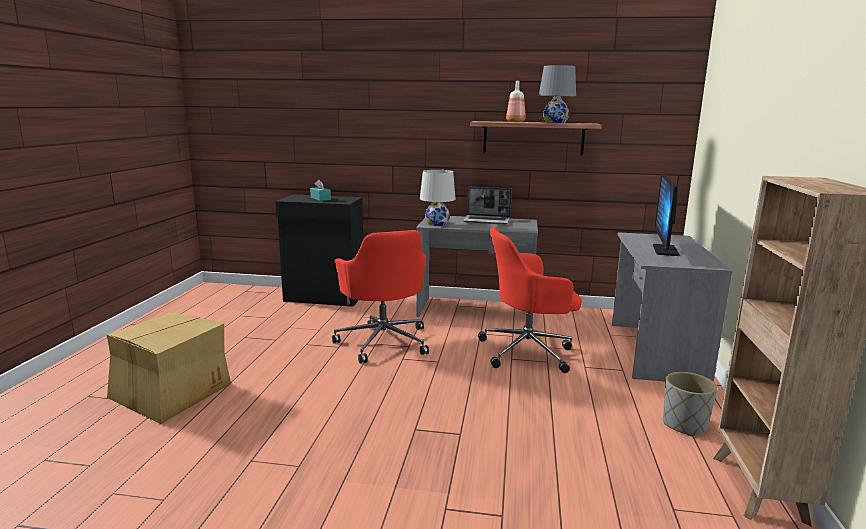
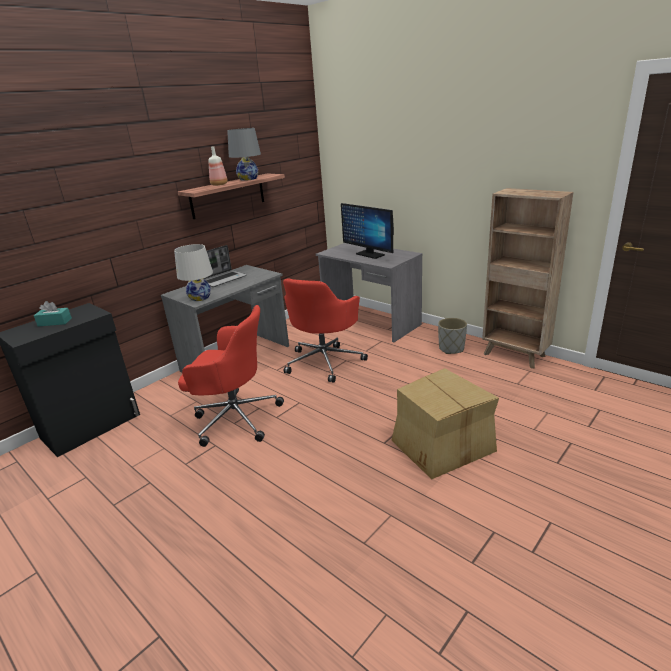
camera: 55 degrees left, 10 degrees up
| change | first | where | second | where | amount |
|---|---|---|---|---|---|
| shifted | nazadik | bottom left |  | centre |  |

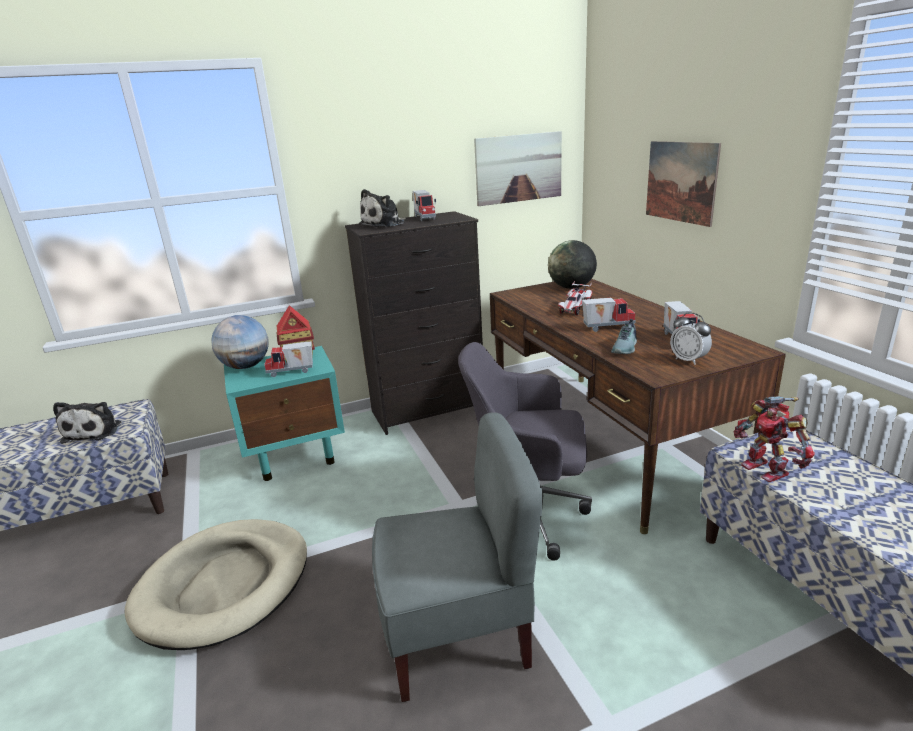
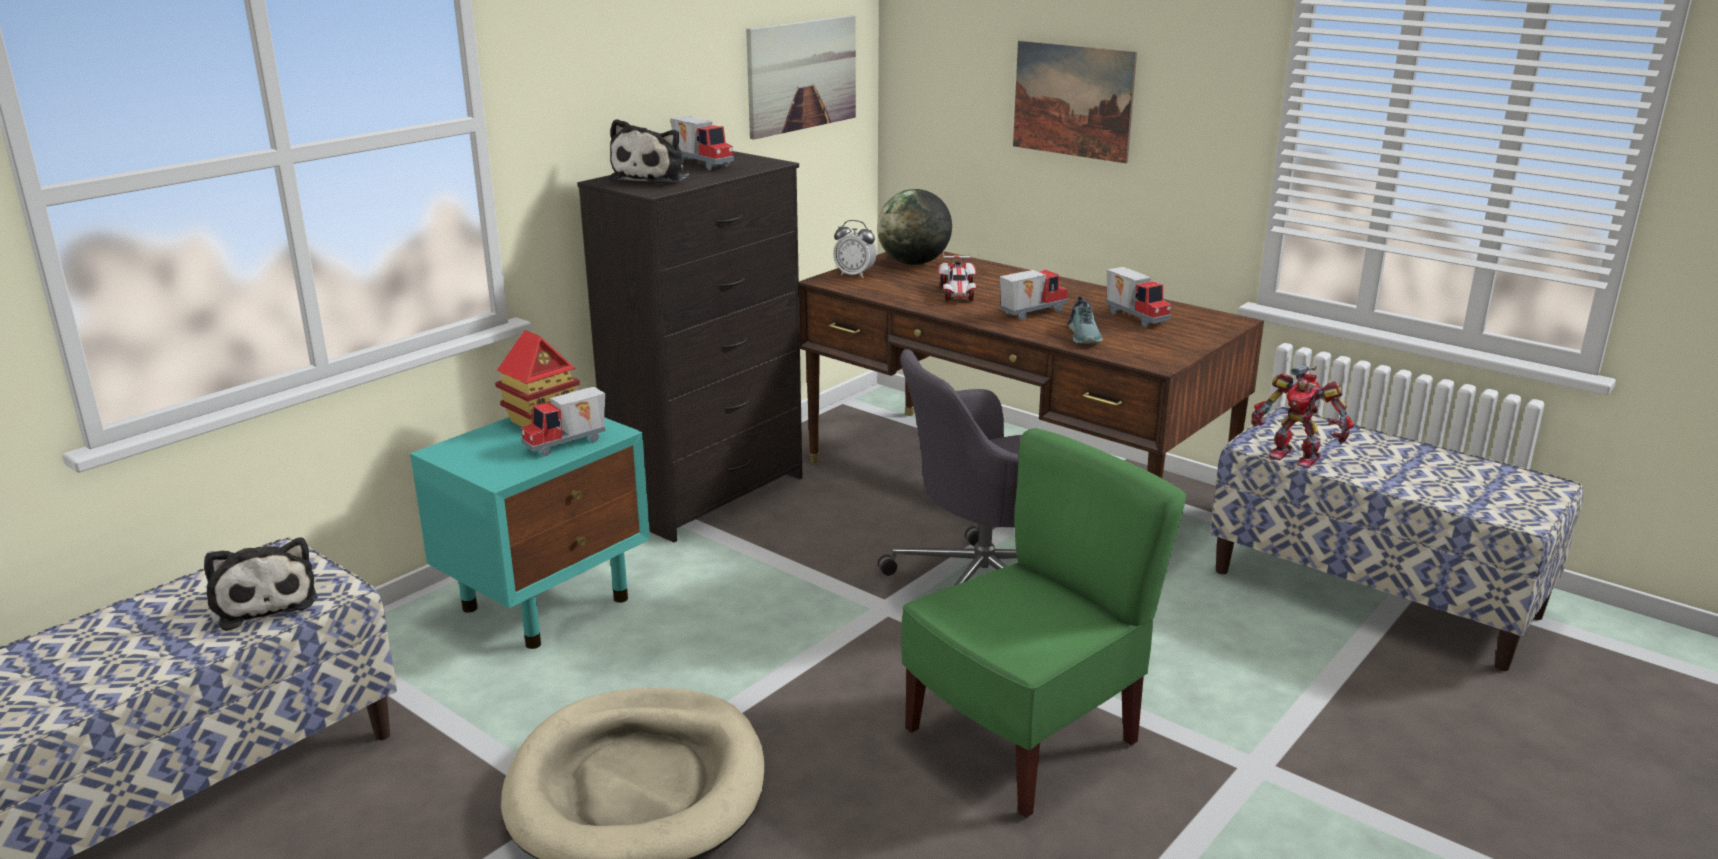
camera: 30 degrees left, 0 degrees up
| change | first | where | second | where | amount |
|---|---|---|---|---|---|
| shifted | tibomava | middle right |  | top centre |  |
| repainted | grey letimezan | bottom centre | green letimezan | bottom centre |  |
| gone | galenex (no. 1 from left) | middle left |  |  |  |

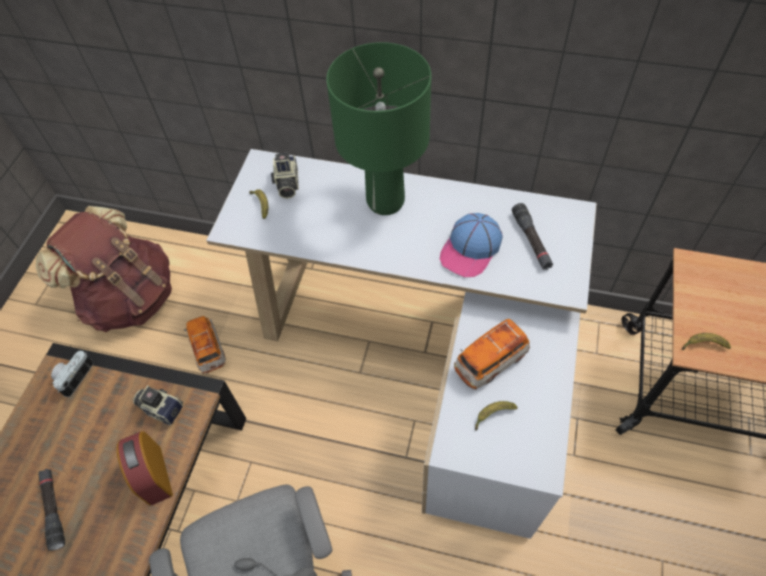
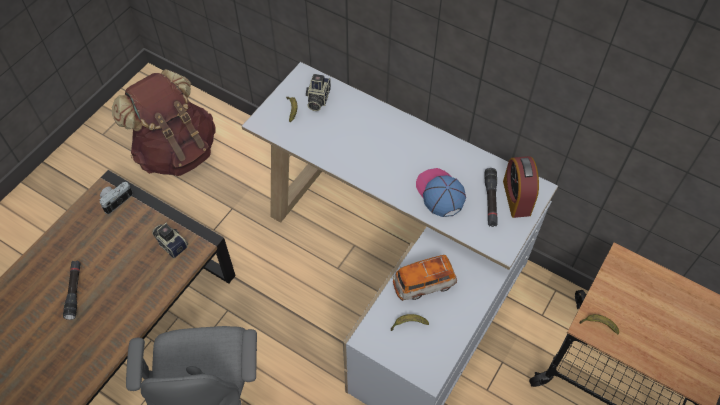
camera: 15 degrees right, 0 degrees up
| change | first | where | second | where | amount |
|---|---|---|---|---|---|
| rotated | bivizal | centre |  | centre | 105 degrees clockwise |
| shifted | tibomava | bottom left |  | middle right |  |
| gone | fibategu (no. 1 from left) | middle left |  |  |  |
| gone | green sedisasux | top centre |  |  |  |

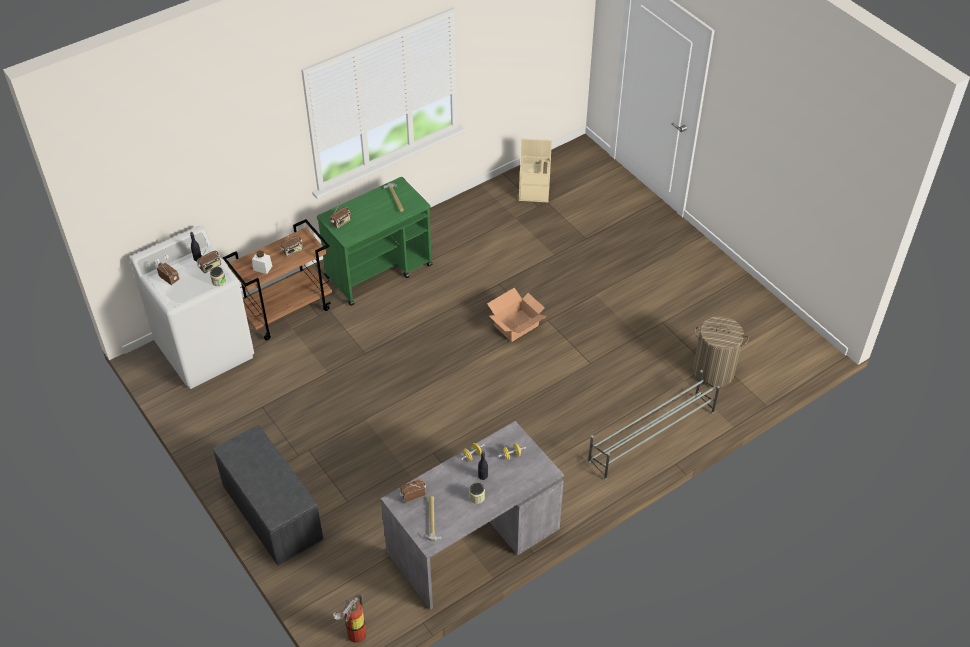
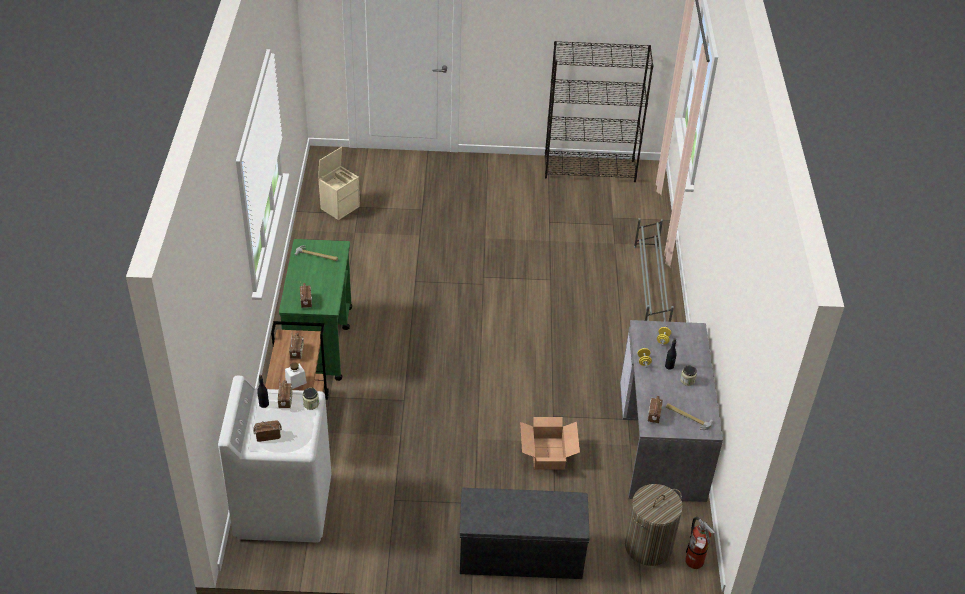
camera: 55 degrees left, 5 degrees down
| change | first | where | second | where | amount |
|---|---|---|---|---|---|
| shifted | nazadik | centre |  | bottom centre |  |
| new |  |  | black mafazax | top centre |  |
| shifted | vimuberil | middle right |  | bottom right |  |

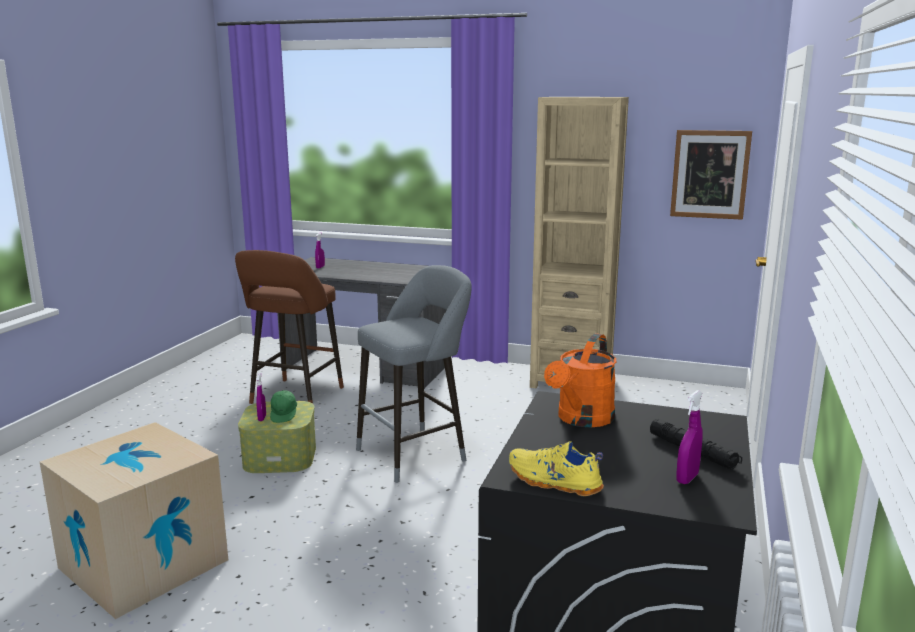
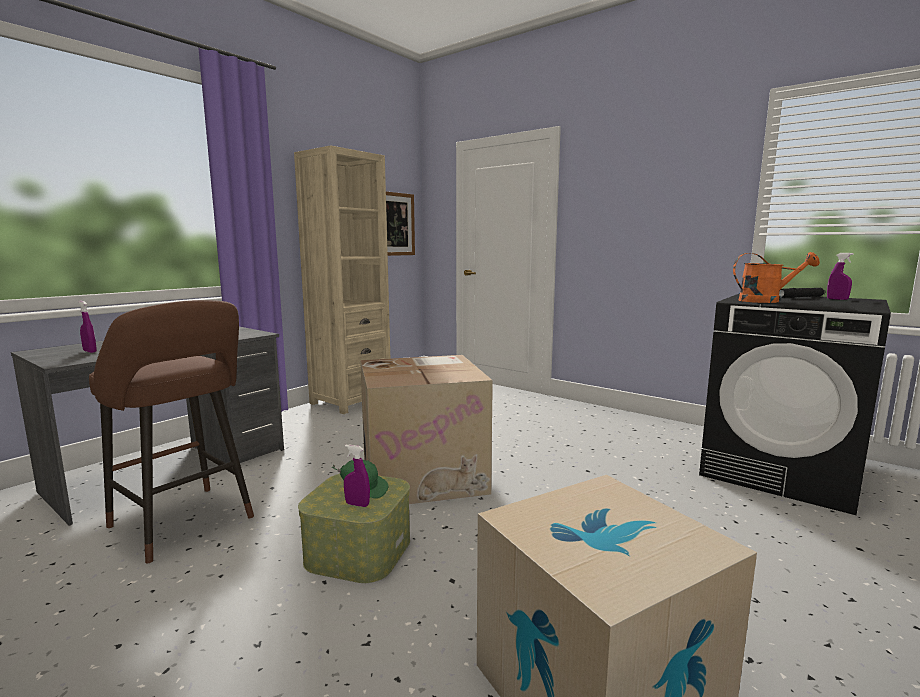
camera: 70 degrees left, 5 degrees down
| change | first | where | second | where | amount |
|---|---|---|---|---|---|
| swapped | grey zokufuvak | centre | nazadik (no. 1 from left) | centre |  |
| rotated | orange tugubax | centre |  | middle right | 45 degrees counterclockwise |
| gone | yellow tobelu | bottom centre |  |  |  |

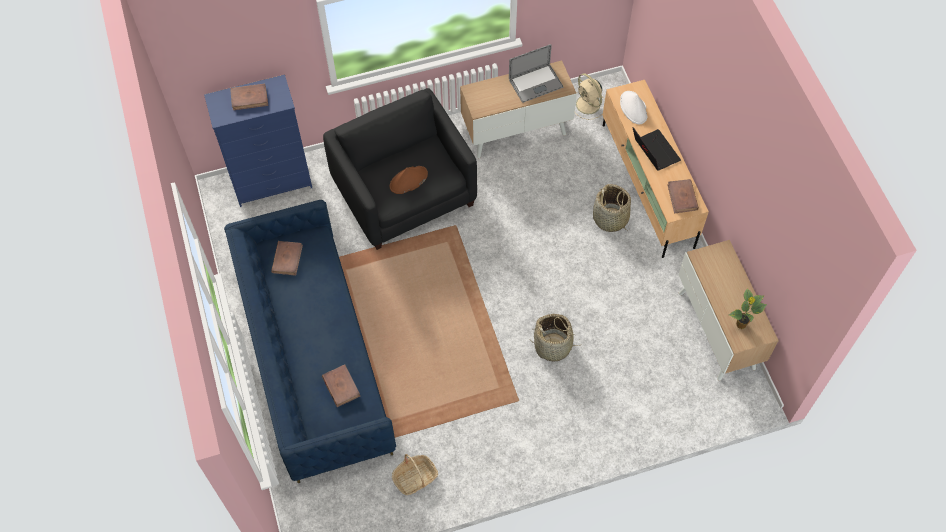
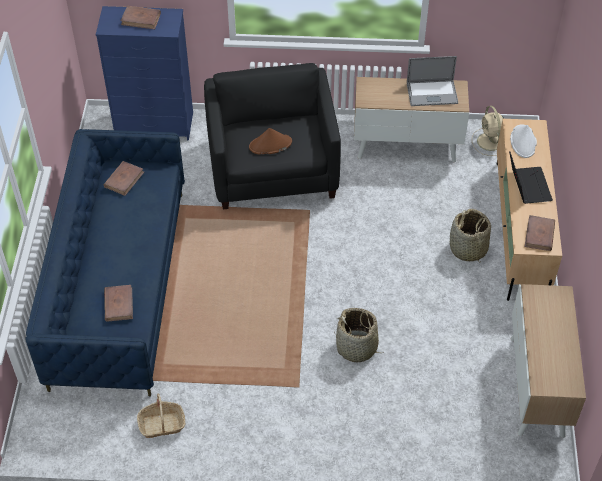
camera: 20 degrees right, 10 degrees down
| change | first | where | second | where | amount |
|---|---|---|---|---|---|
| gone | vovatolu | middle right |  |  |  |

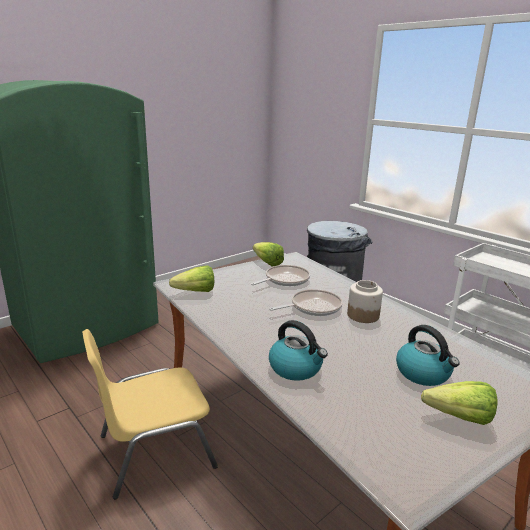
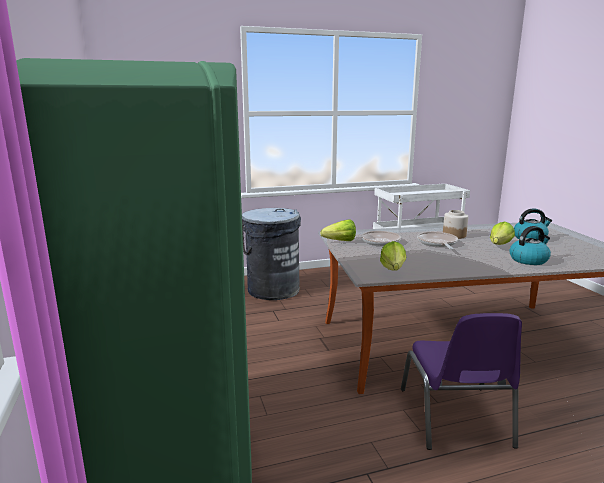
camera: 65 degrees left, 5 degrees down
| change | first | where | second | where | amount |
|---|---|---|---|---|---|
| repainted | yellow letimezan | bottom left | purple letimezan | bottom right |  |
| shifted | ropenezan (no. 3 from left) | bottom right |  | middle right |  |

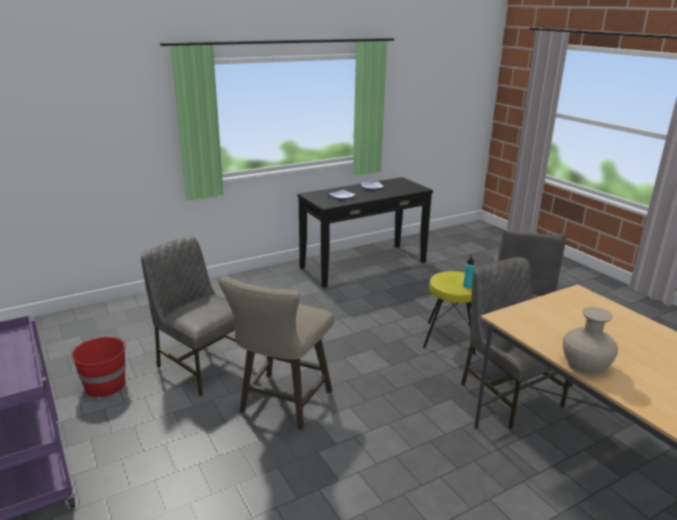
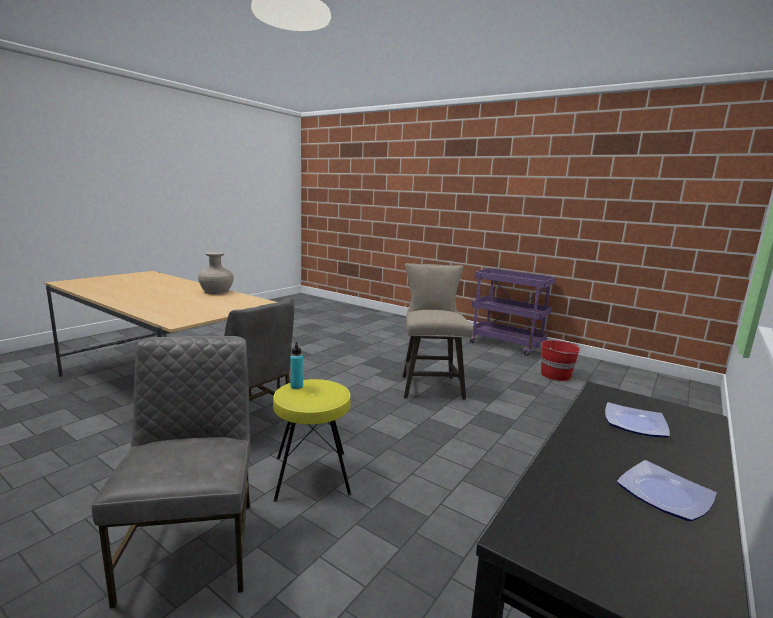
camera: 155 degrees right, 10 degrees down
| change | first | where | second | where | amount |
|---|---|---|---|---|---|
| gone | grey letimezan (no. 1 from left) | middle left |  |  |  |

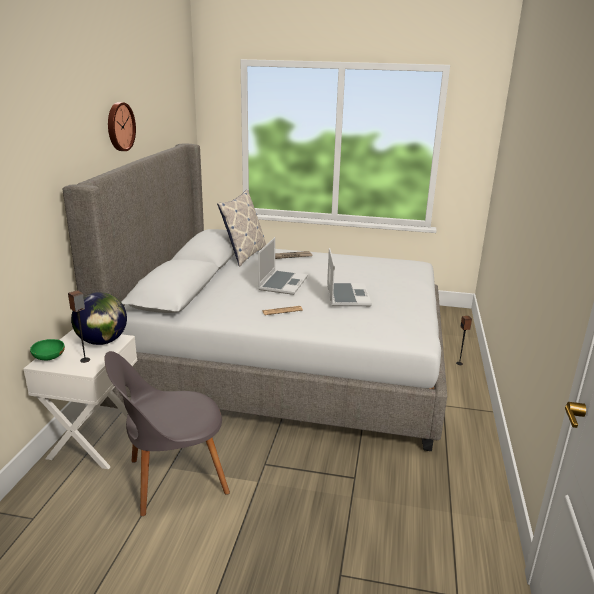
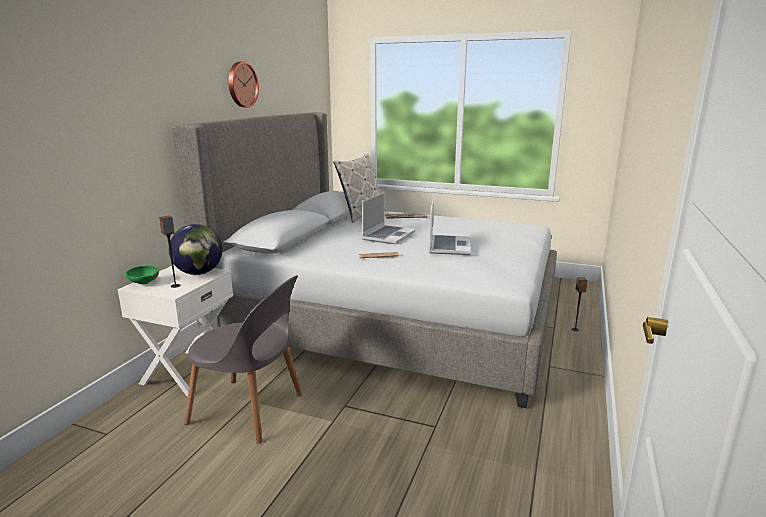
camera: 10 degrees right, 5 degrees down
| change | first | where | second | where | amount |
|---|---|---|---|---|---|
| rotated | grey letimezan | bottom left |  | bottom left | 150 degrees counterclockwise |

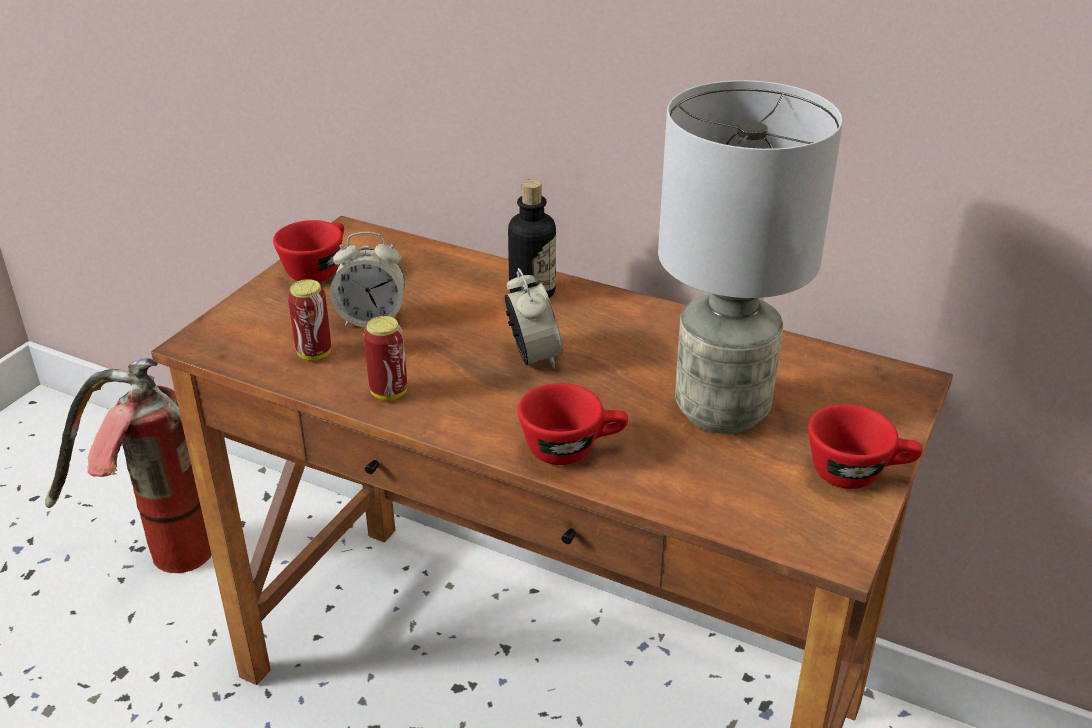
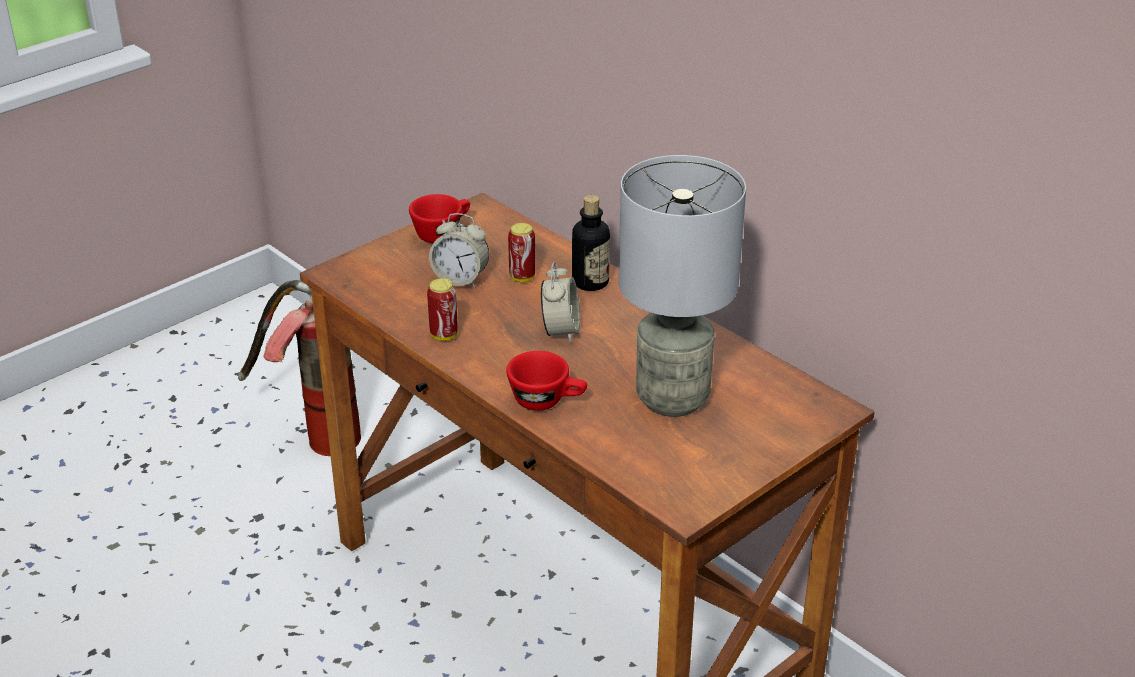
camera: 20 degrees right, 0 degrees up
| change | first | where | second | where | amount |
|---|---|---|---|---|---|
| shifted | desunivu (no. 1 from left in the first image) | middle left | desunivu (no. 2 from left) | centre |  |
| gone | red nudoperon (no. 3 from left) | middle right |  |  |  |

